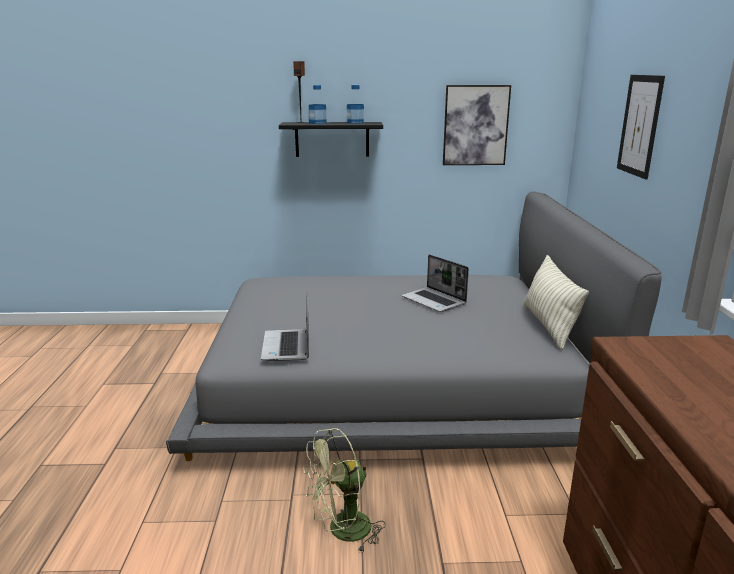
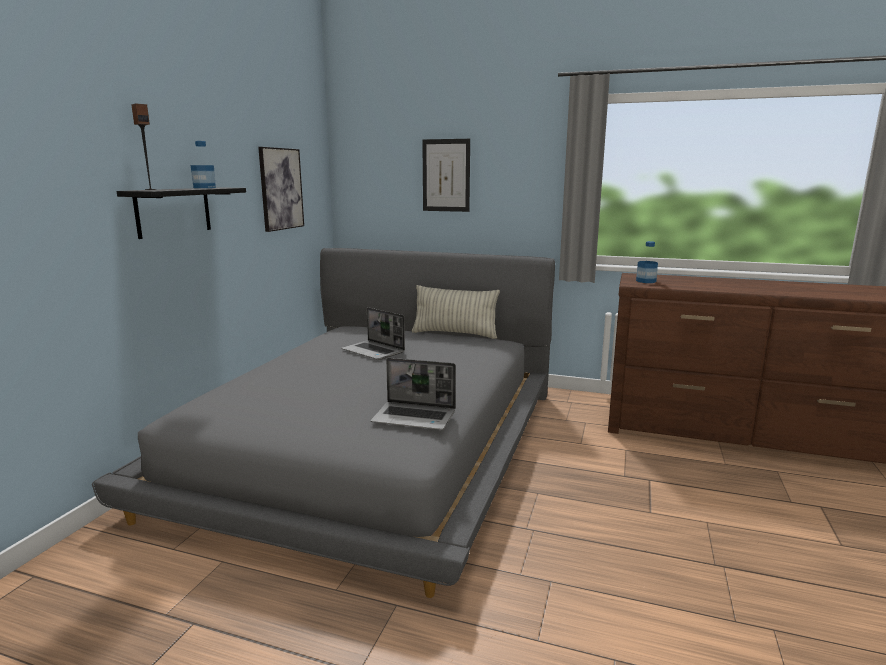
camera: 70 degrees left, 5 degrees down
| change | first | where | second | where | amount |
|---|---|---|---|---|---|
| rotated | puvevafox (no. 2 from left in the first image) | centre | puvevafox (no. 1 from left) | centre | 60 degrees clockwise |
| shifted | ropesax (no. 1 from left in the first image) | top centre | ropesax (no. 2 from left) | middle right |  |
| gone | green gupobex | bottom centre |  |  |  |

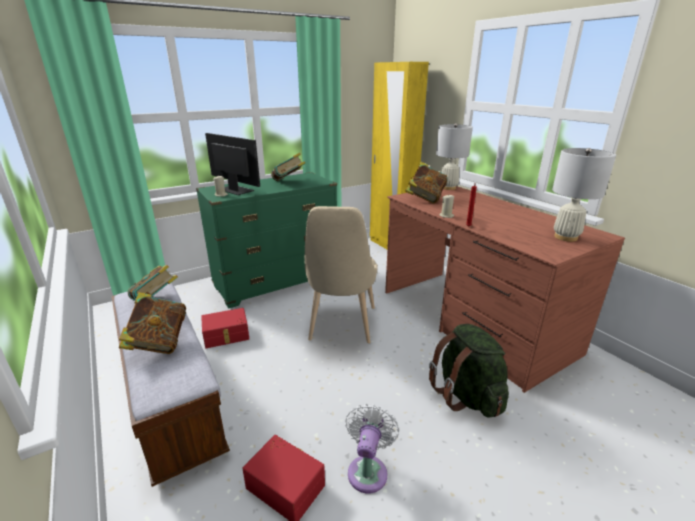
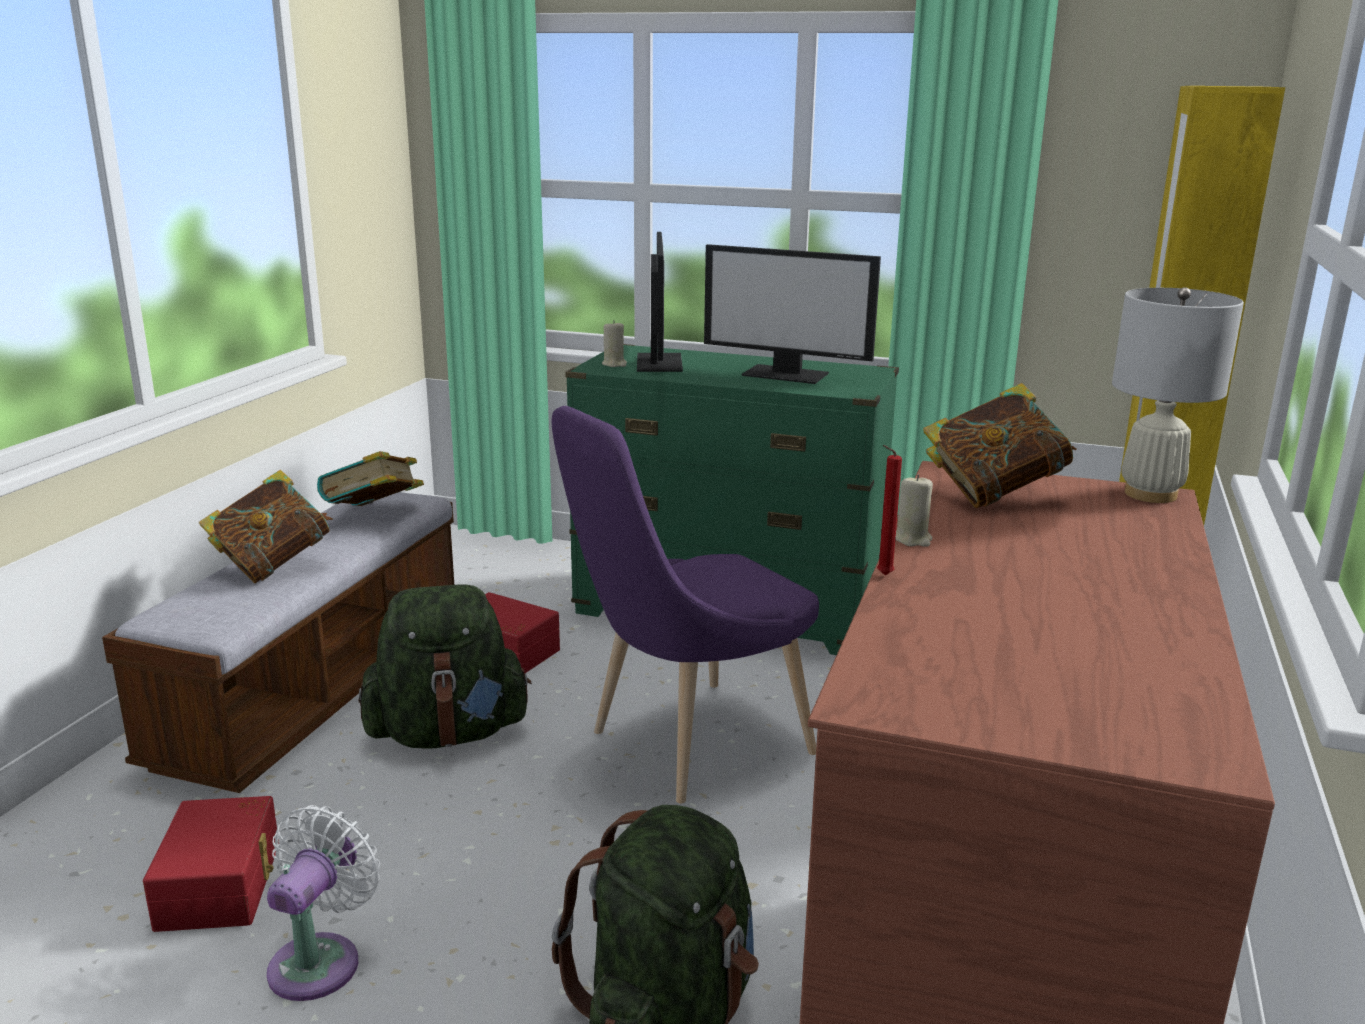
camera: 50 degrees right, 5 degrees down
| change | first | where | second | where | amount |
|---|---|---|---|---|---|
| rotated | white gupobex | bottom centre |  | bottom left | 45 degrees counterclockwise |
| new |  |  | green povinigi (no. 1 from left) | middle left |  |
| repainted | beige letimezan | centre | purple letimezan | centre |  |
| swapped | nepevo (no. 3 from left) | top centre | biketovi (no. 2 from left) | top centre |  |
| gone | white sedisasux (no. 2 from left) | middle right |  |  |  |

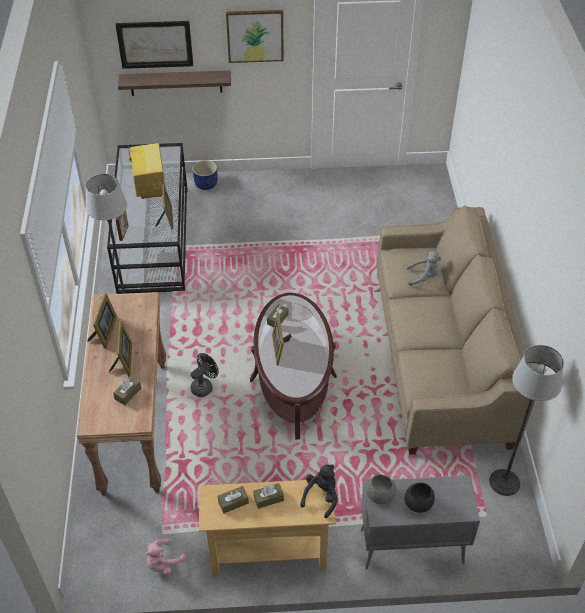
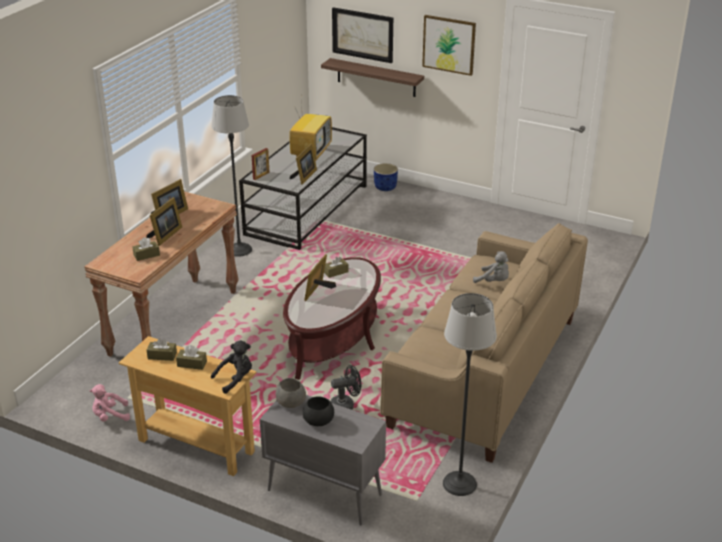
camera: 30 degrees right, 15 degrees down
| change | first | where | second | where | amount |
|---|---|---|---|---|---|
| shifted | black gupobex | centre |  | bottom centre |  |

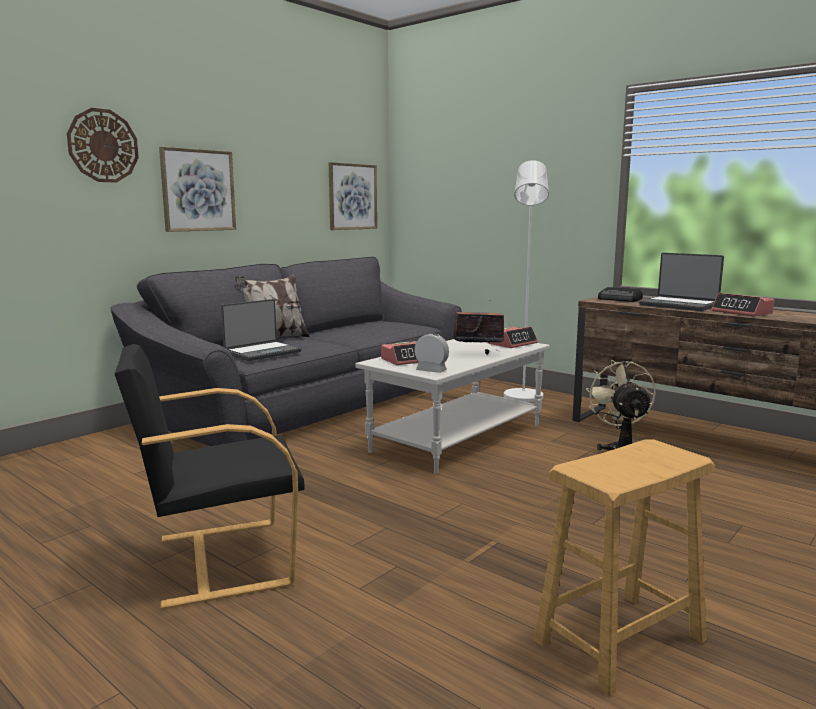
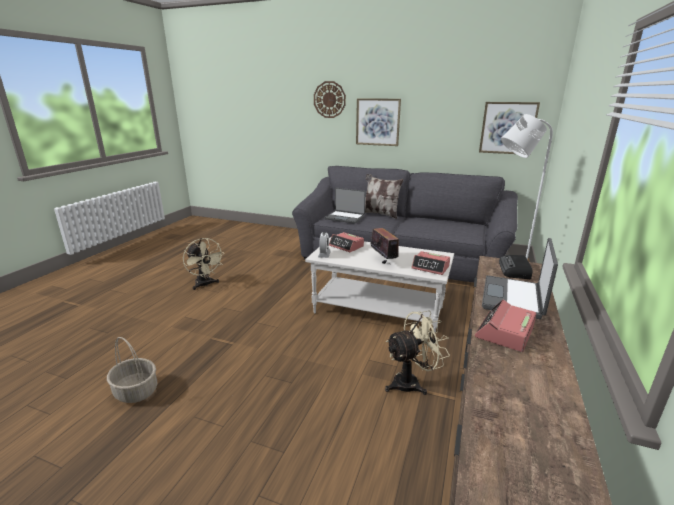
camera: 70 degrees right, 10 degrees up
| change | first | where | second | where | amount |
|---|---|---|---|---|---|
| swapped | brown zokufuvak | bottom right | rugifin | bottom left |  |
| swapped | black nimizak | bottom left | beige gupobex (no. 1 from left) | middle left |  |

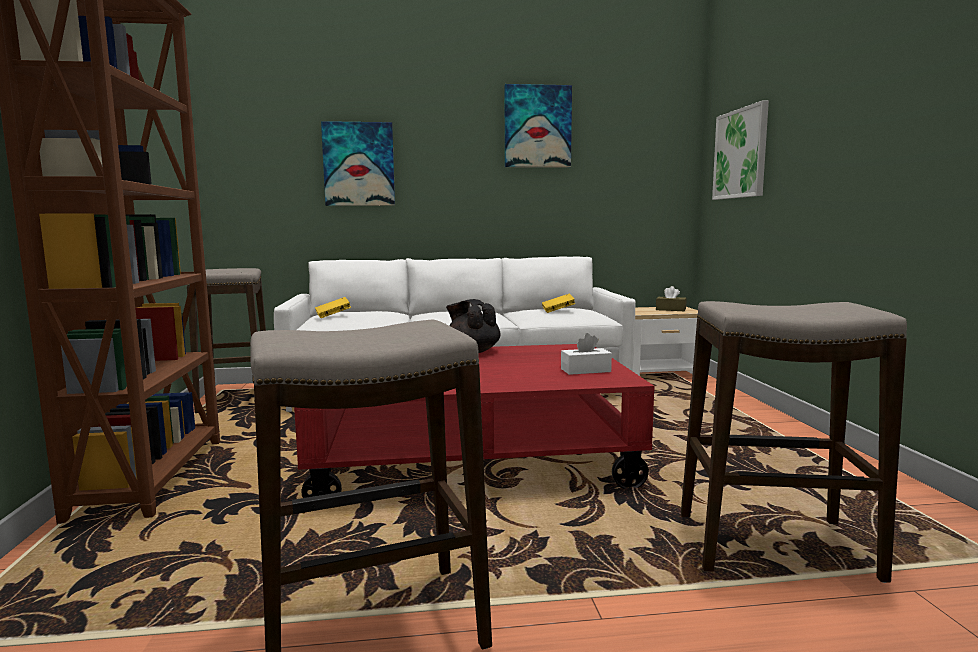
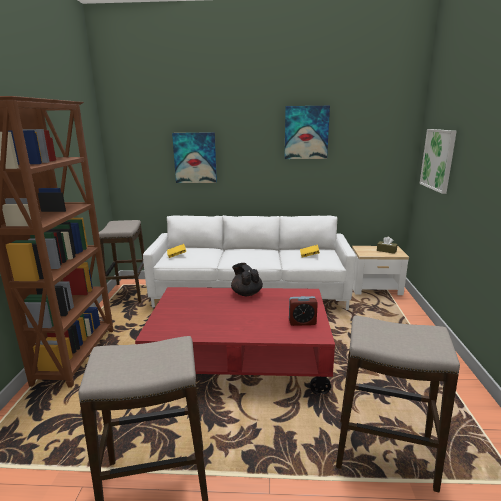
camera: 10 degrees right, 10 degrees up
| change | first | where | second | where | amount |
|---|---|---|---|---|---|
| swapped | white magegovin | centre | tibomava | centre |  |

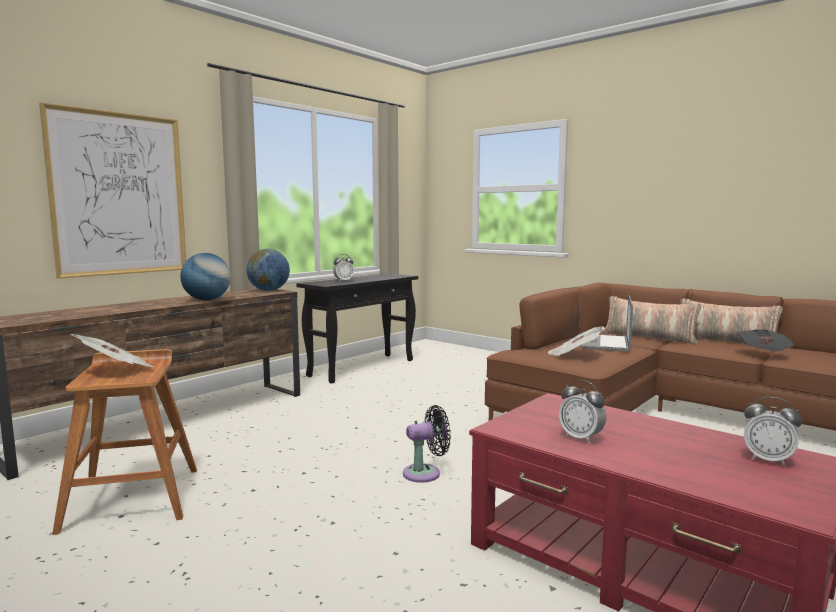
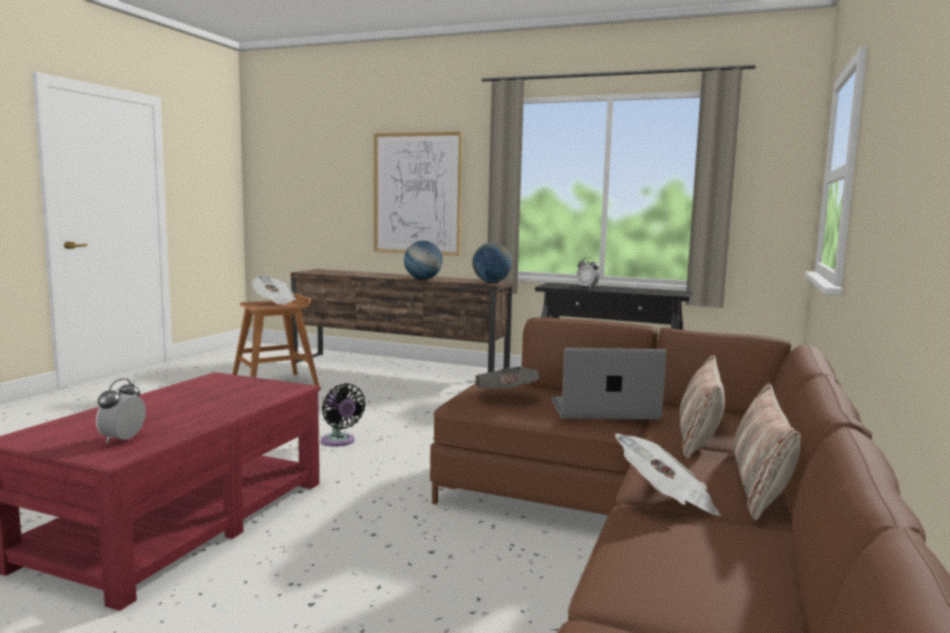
camera: 70 degrees right, 0 degrees up
| change | first | where | second | where | amount |
|---|---|---|---|---|---|
| gone | tibomava (no. 2 from left) | bottom right |  |  |  |

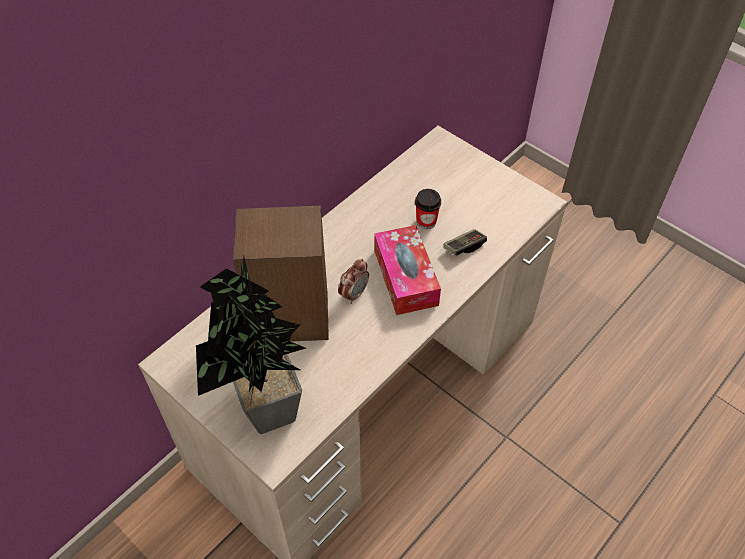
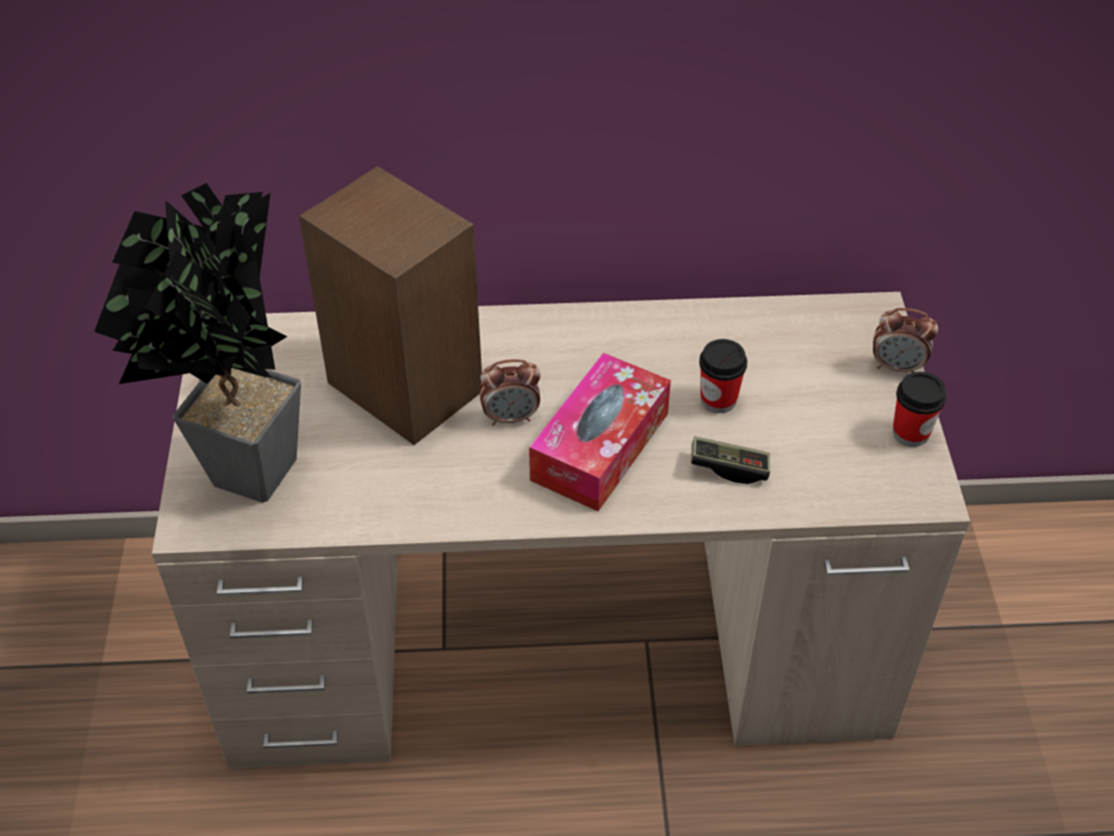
camera: 45 degrees right, 5 degrees down
| change | first | where | second | where | amount |
|---|---|---|---|---|---|
| new |  |  | tibomava (no. 2 from left) | middle right |  |
| new |  |  | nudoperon (no. 2 from left) | middle right |  |

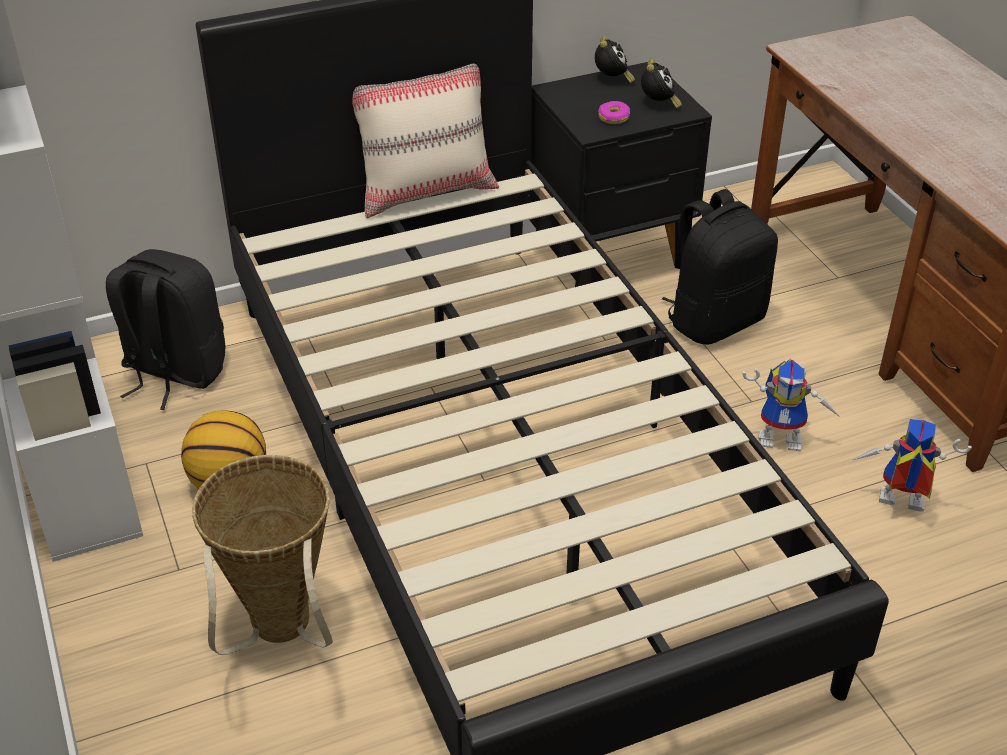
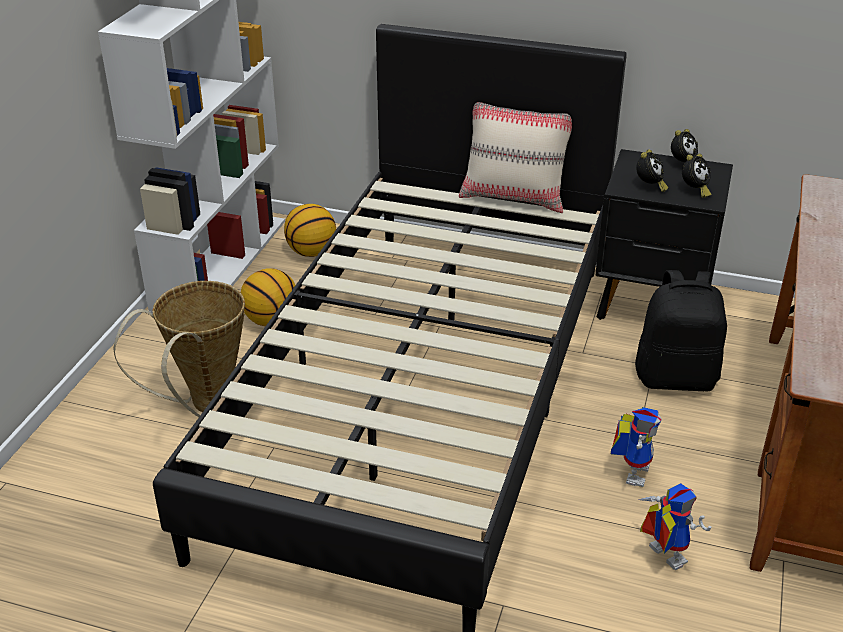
camera: 40 degrees right, 5 degrees down
| change | first | where | second | where | amount |
|---|---|---|---|---|---|
| swapped | black povinigi (no. 1 from left) | middle left | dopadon (no. 2 from left) | centre |  |
| rotated | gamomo (no. 1 from left) | middle right |  | bottom right | 120 degrees counterclockwise |
| swapped | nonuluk | top centre | tibomava (no. 1 from left) | top right |  |

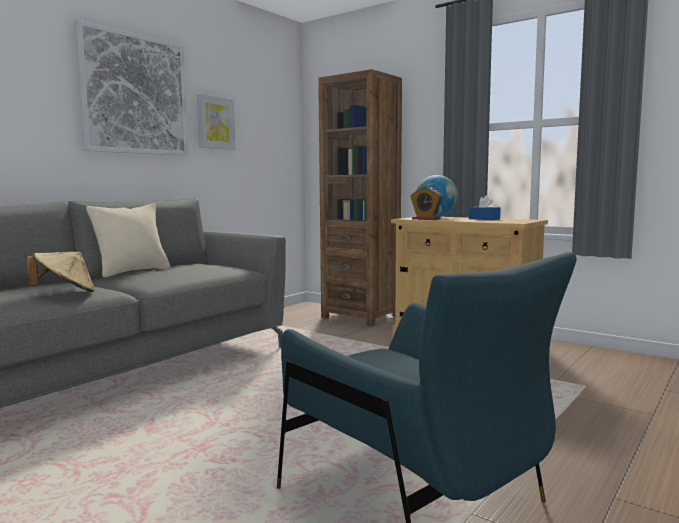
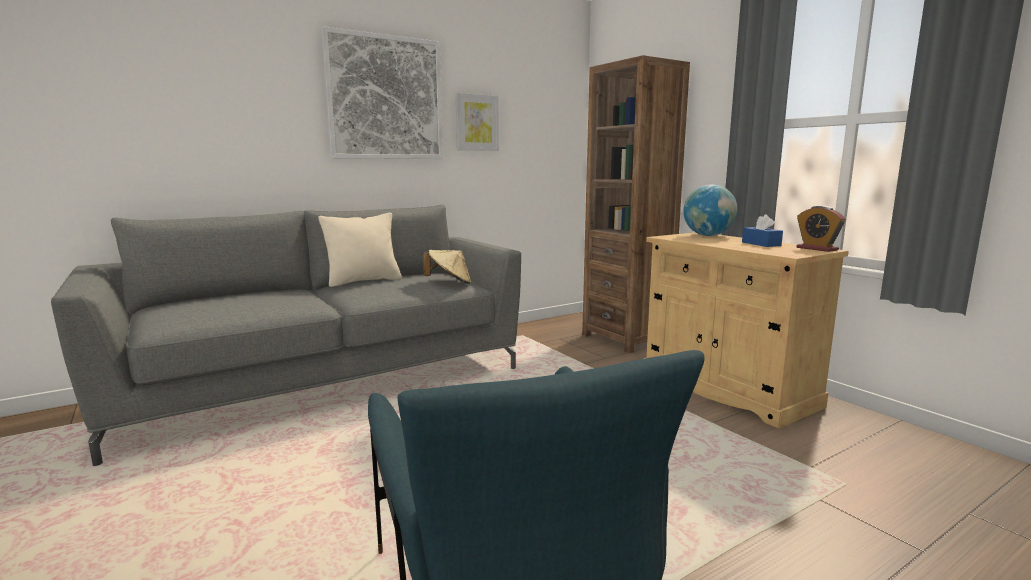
camera: 20 degrees right, 5 degrees up
| change | first | where | second | where | amount |
|---|---|---|---|---|---|
| shifted | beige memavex | middle left |  | centre |  |
| shifted | tibomava | centre |  | middle right |  |

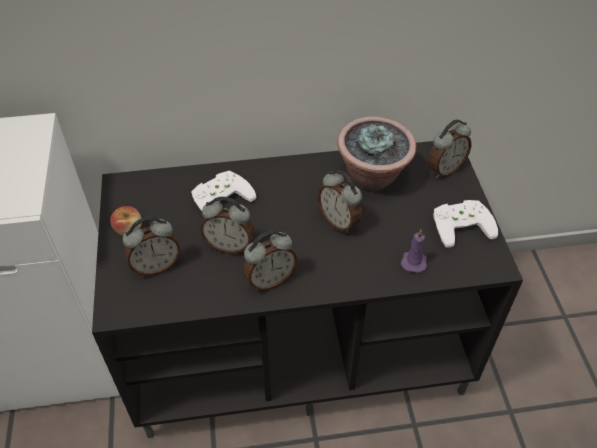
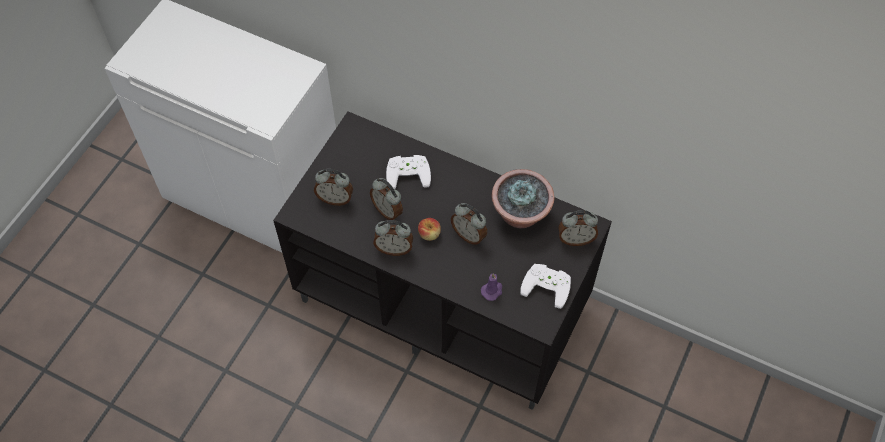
camera: 35 degrees right, 10 degrees up
| change | first | where | second | where | amount |
|---|---|---|---|---|---|
| shifted | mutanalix | middle left |  | centre |  |
| rotated | tibomava (no. 4 from left) | centre |  | centre | 45 degrees counterclockwise |

